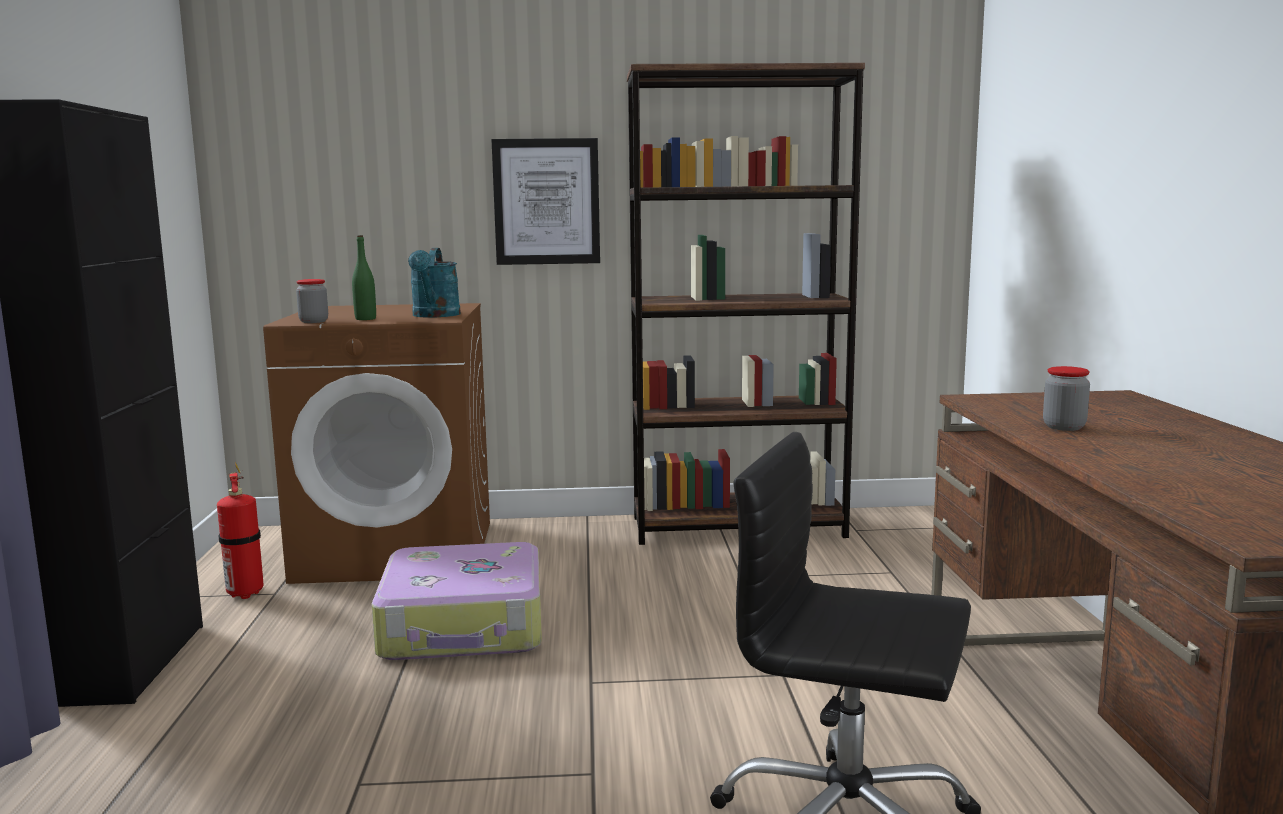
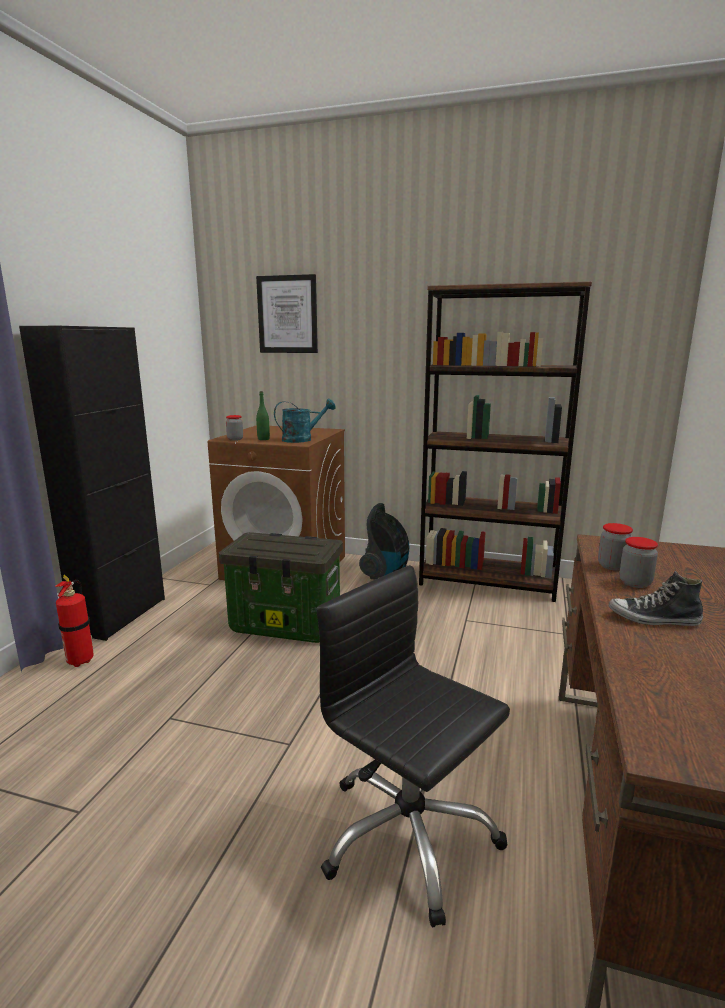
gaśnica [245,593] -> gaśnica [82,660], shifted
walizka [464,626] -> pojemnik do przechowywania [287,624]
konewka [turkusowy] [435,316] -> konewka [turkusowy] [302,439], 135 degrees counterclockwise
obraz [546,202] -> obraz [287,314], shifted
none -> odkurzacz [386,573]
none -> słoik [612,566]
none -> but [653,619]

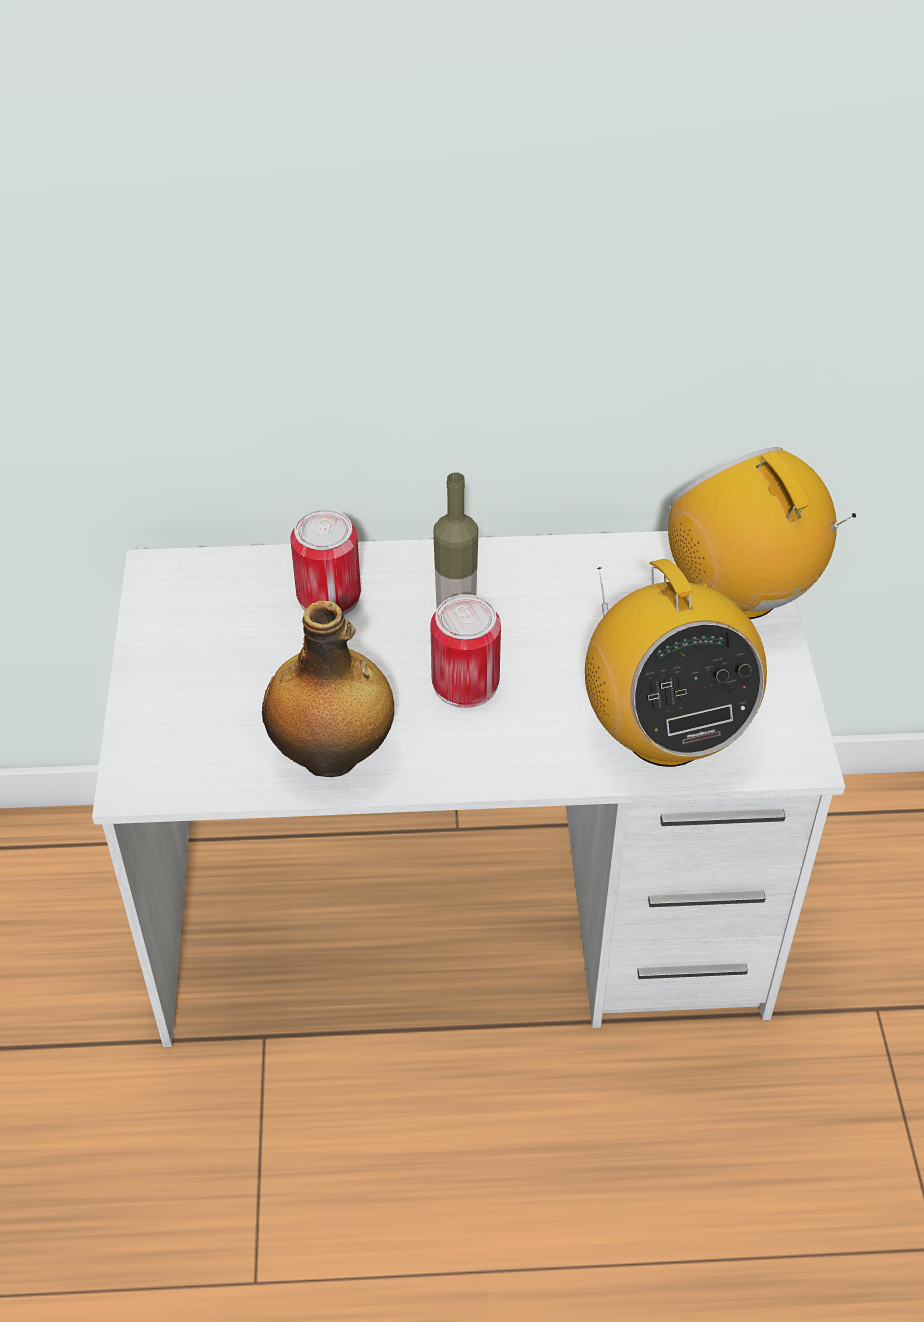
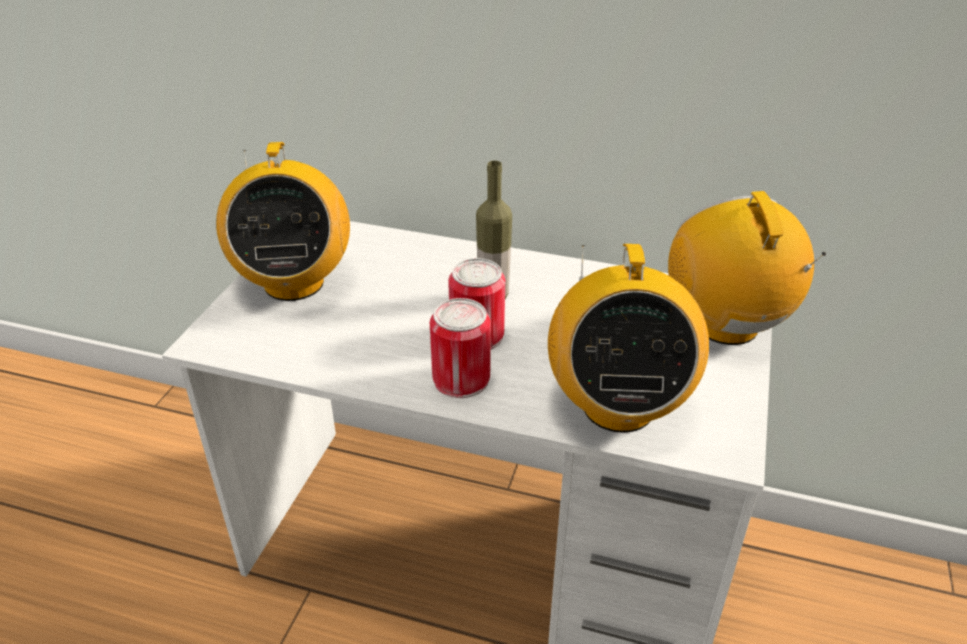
butelka [333,755] -> none
puszka [328,596] -> puszka [461,379], shifted
none -> radio [293,283]

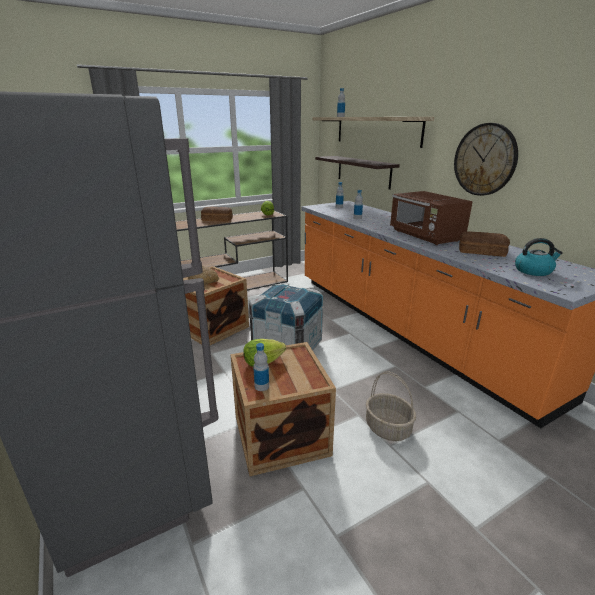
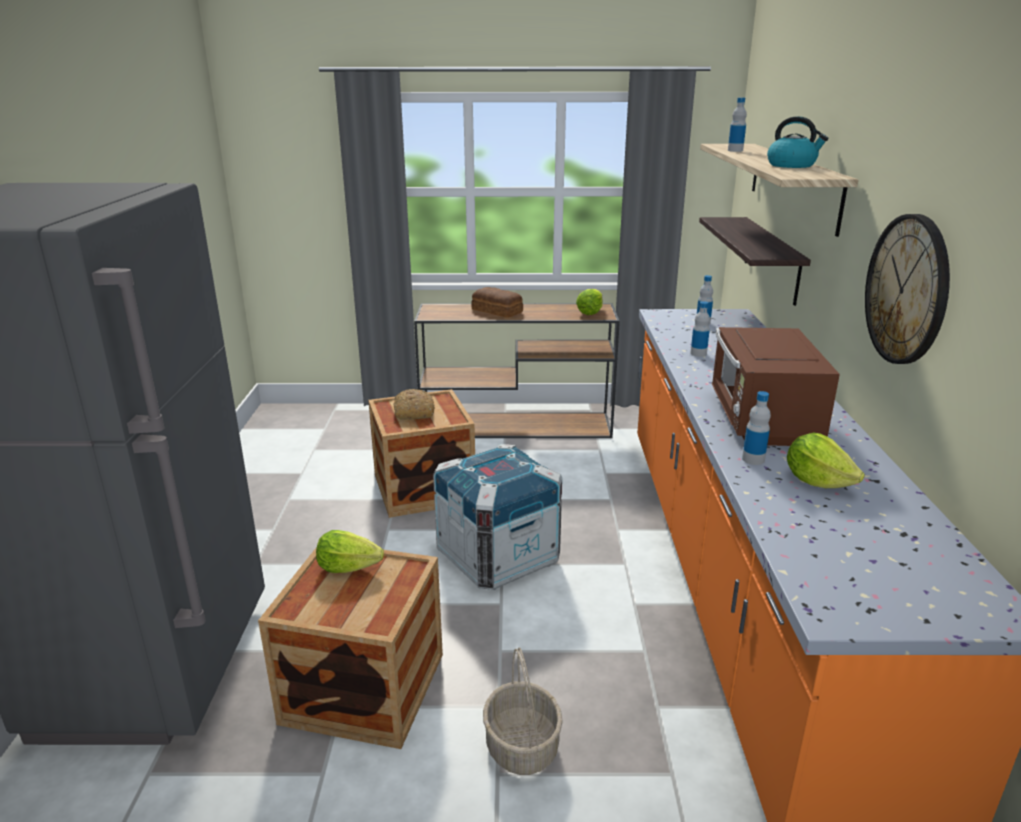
butelka [261,386] -> butelka [753,459], shifted
chleb [481,251] -> sałata [817,481]
czajnik [533,271] -> czajnik [792,165], shifted

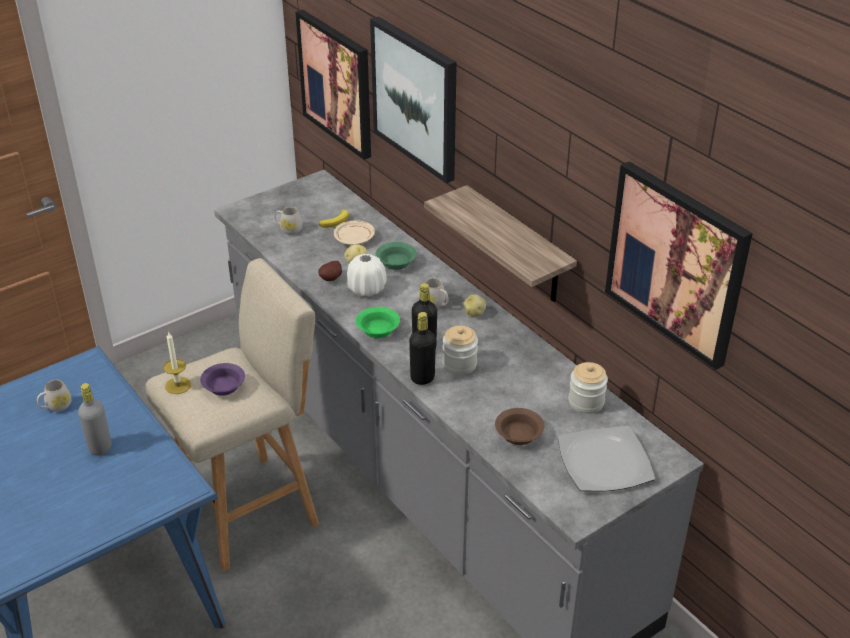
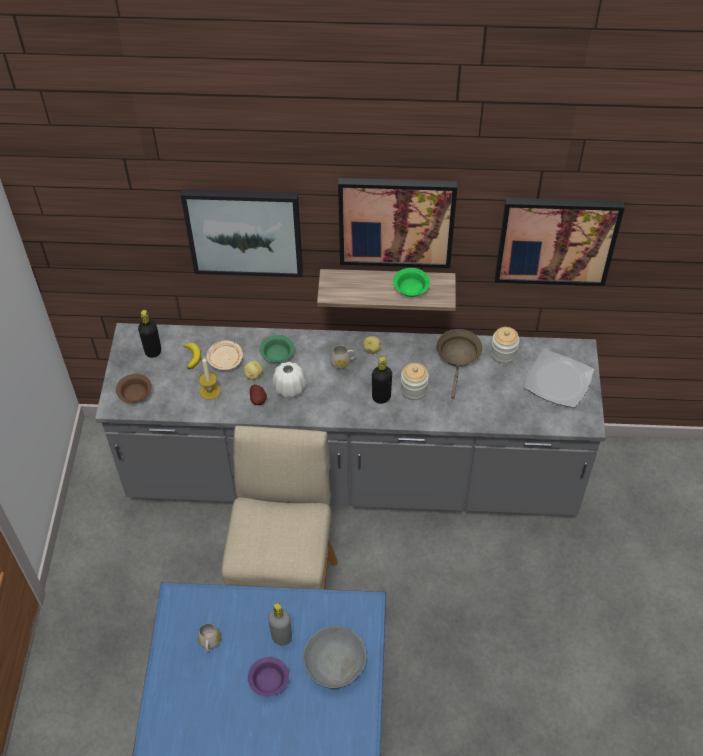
świeca [178,385] -> świeca [210,391], shifted
miska [fioletowy] [223,387] -> miska [fioletowy] [268,681], shifted
kubek [biały] [288,229] -> none
obraz [337,83] -> obraz [396,221], shifted
miska [zielony] [378,329] -> miska [zielony] [410,287], shifted
butelka [czarny] [422,378] -> butelka [czarny] [153,351], shifted
miska [brązowy] [520,435] -> miska [brązowy] [136,393], shifted
none -> miska [szary] [334,664]
none -> patelnia [brązowy] [458,356]

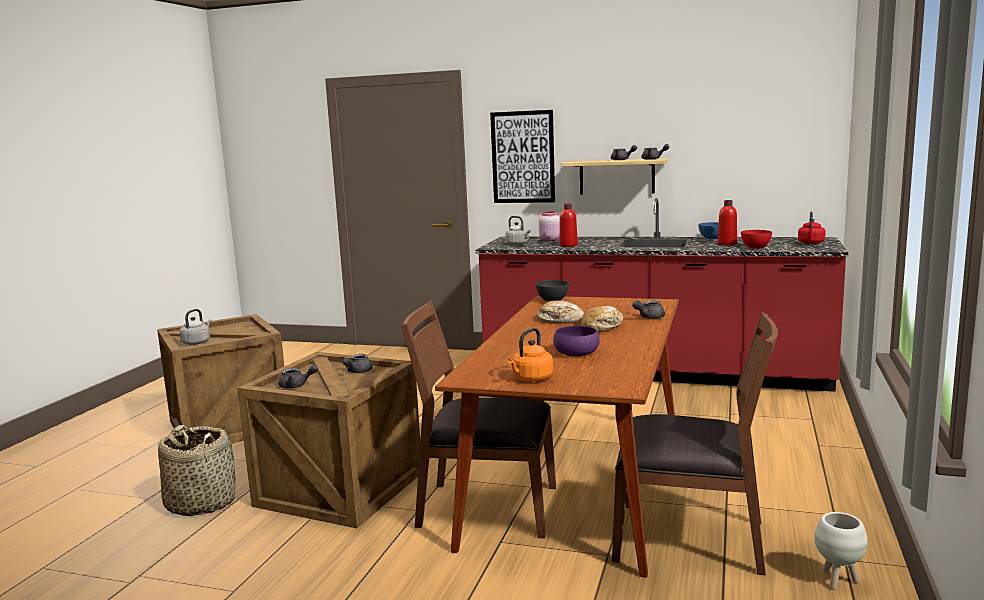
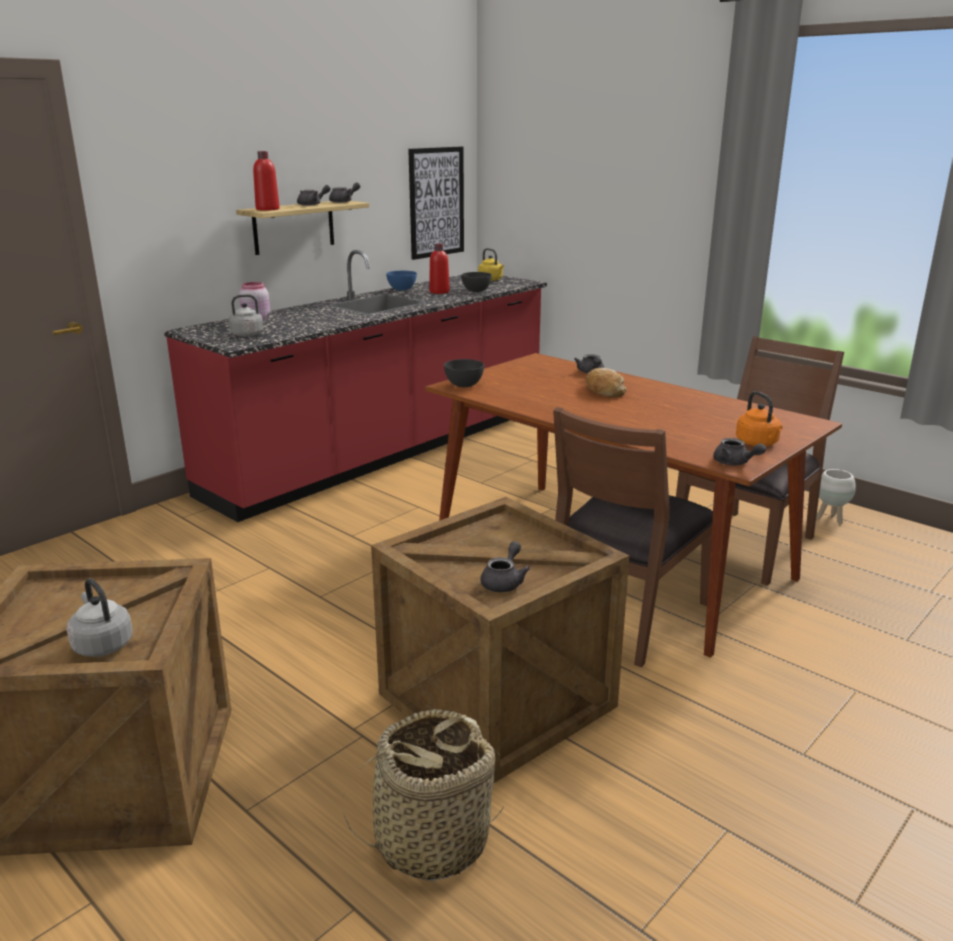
imbryk [szary] [356,372] -> imbryk [szary] [735,463], shifted
obraz [523,157] -> obraz [436,202], shifted
chleb [560,320] -> none
miska [fioletowy] [576,353] -> none
butelka [czerwony] [568,245] -> butelka [czerwony] [267,209], shifted
miska [czerwony] [755,247] -> miska [szary] [476,291]
czajnik [czerwony] [811,243] -> czajnik [żółty] [491,280]

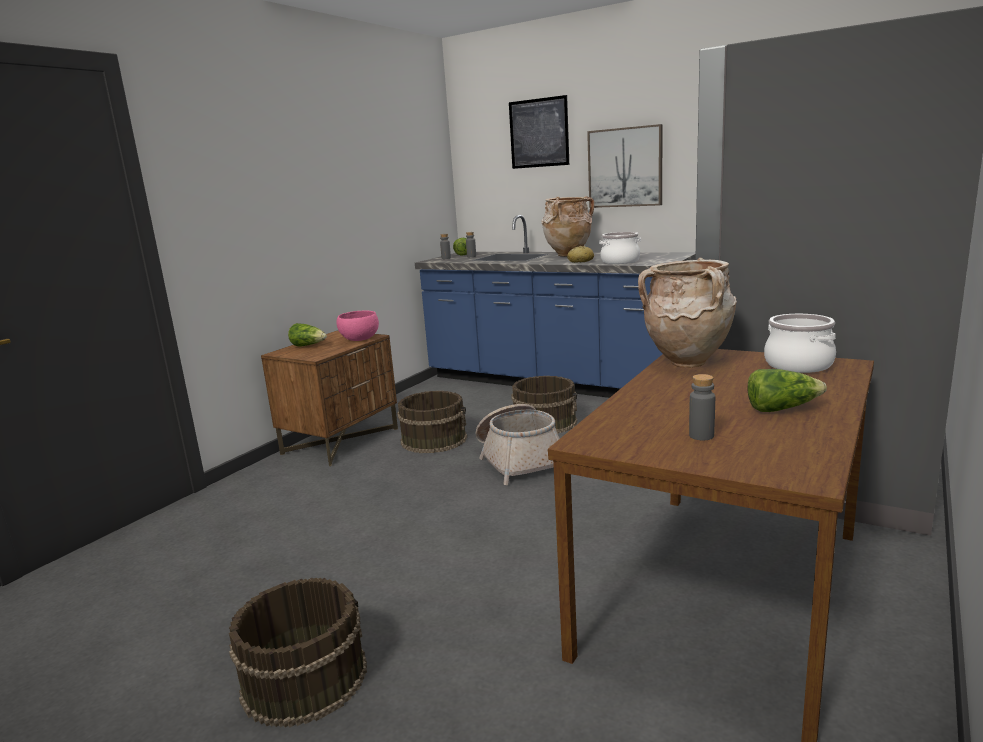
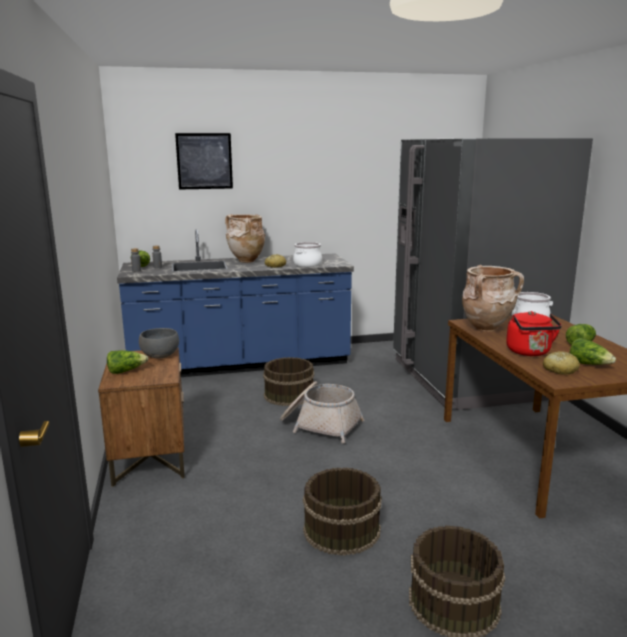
miska [różowy] [359,338] -> miska [szary] [160,355]
wiadro [brązowy] [434,439] -> wiadro [brązowy] [341,529], shifted
obraz [625,167] -> none
butelka [szary] [701,436] -> sałata [589,364]
none -> czajnik [czerwony] [530,352]
none -> chleb [560,370]

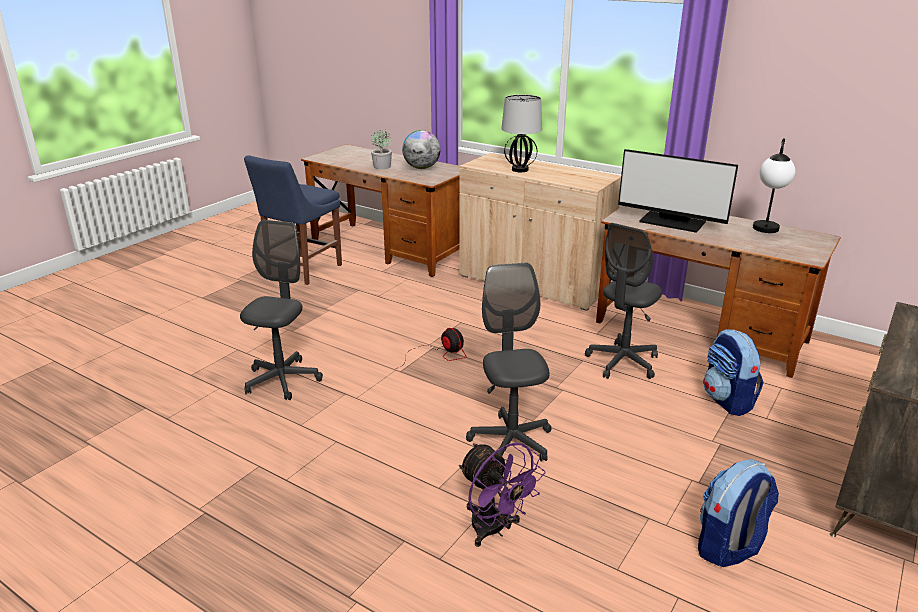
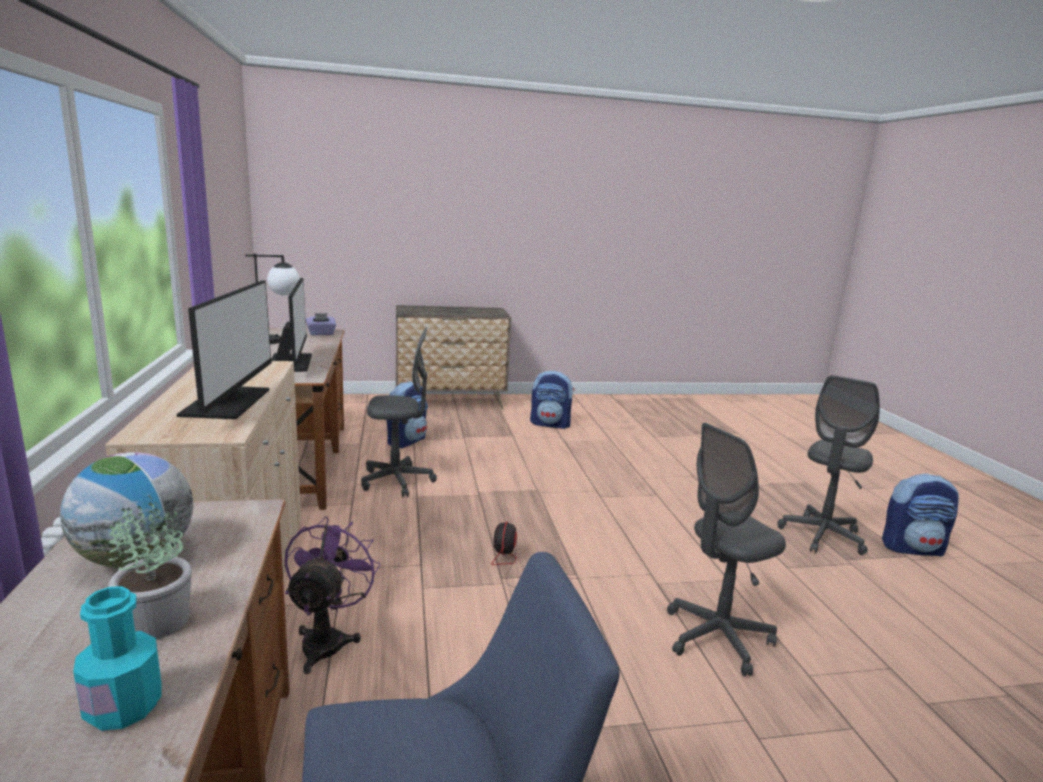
wentylator [fioletowy] [494,530] -> wentylator [fioletowy] [327,639], shifted
krzesło biurowe [szary] [511,442] -> krzesło biurowe [szary] [822,536], shifted
lampa stołowa [520,170] -> monitor [228,402]
none -> butelka [turkusowy] [124,707]
none -> pudełko chusteczek [fioletowy] [321,333]
none -> plecak [912,548]

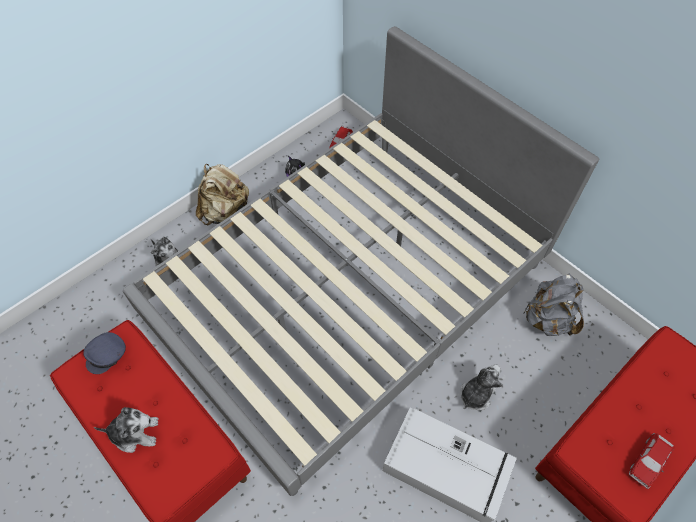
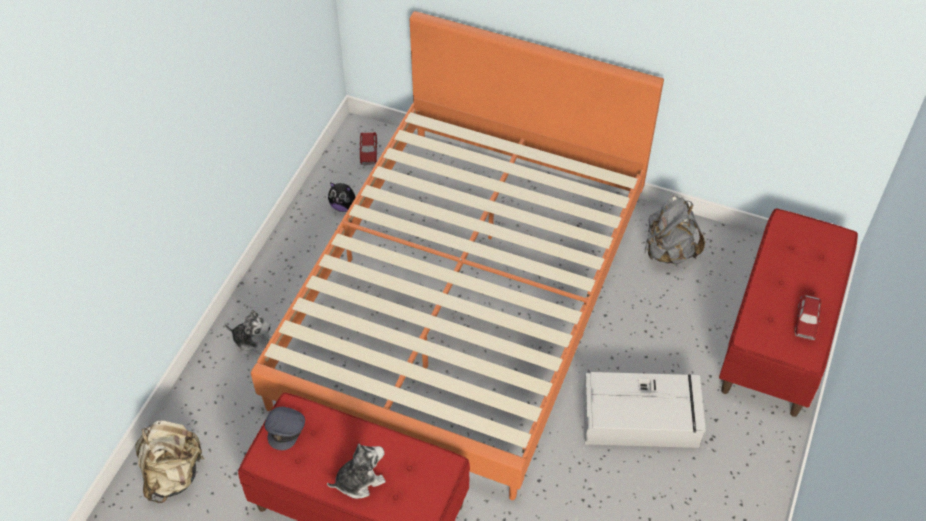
łóżko [szary] [349,292] -> łóżko [pomarańczowy] [464,299]
plecak [beżowy] [225,211] -> plecak [beżowy] [173,474], shifted
pluszak [476,394] -> none

